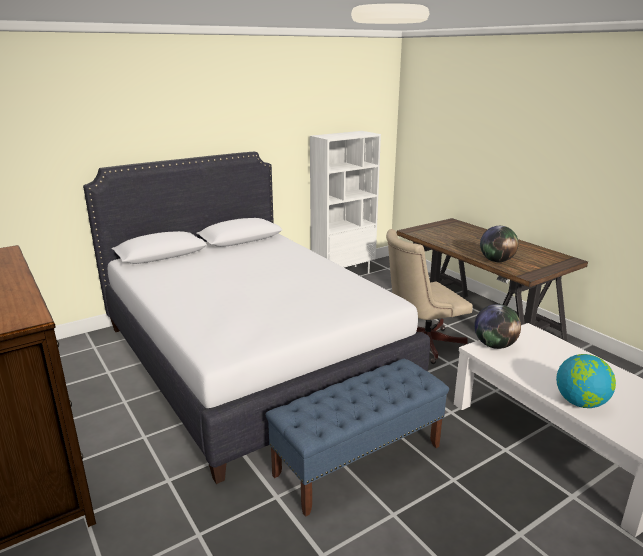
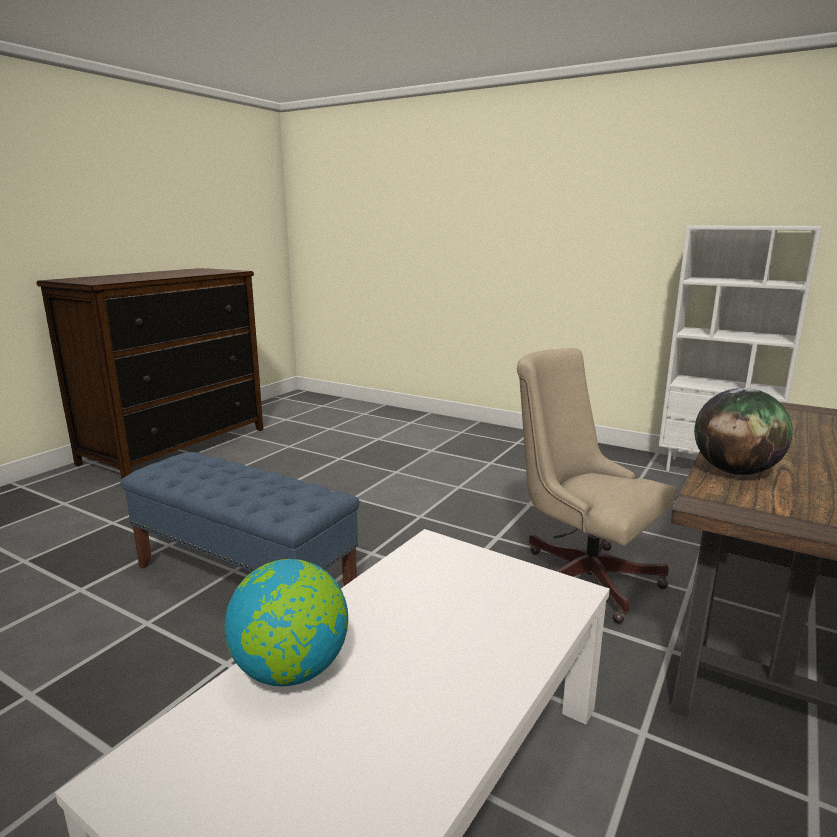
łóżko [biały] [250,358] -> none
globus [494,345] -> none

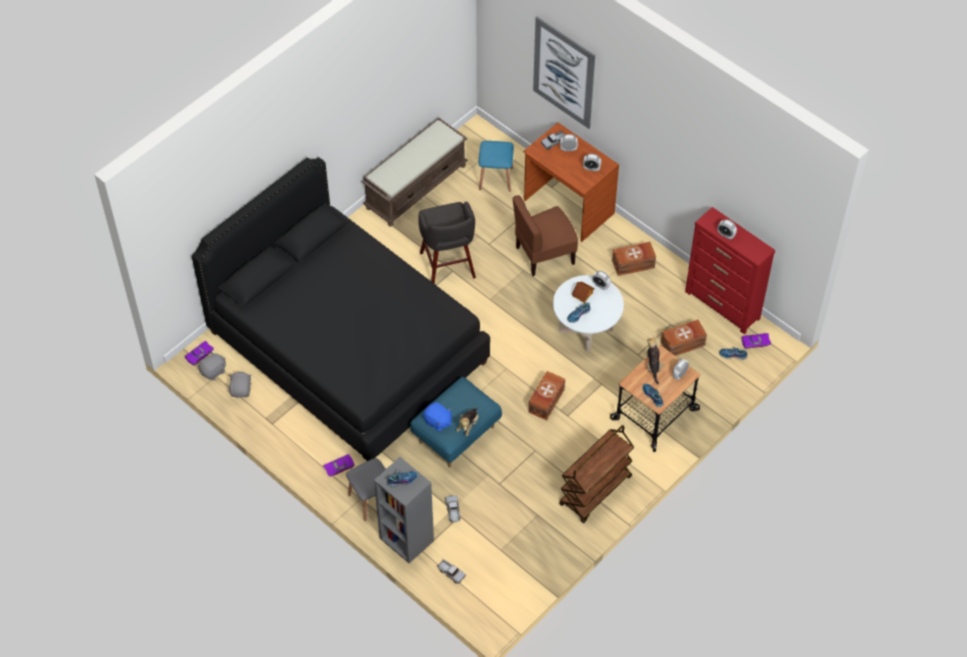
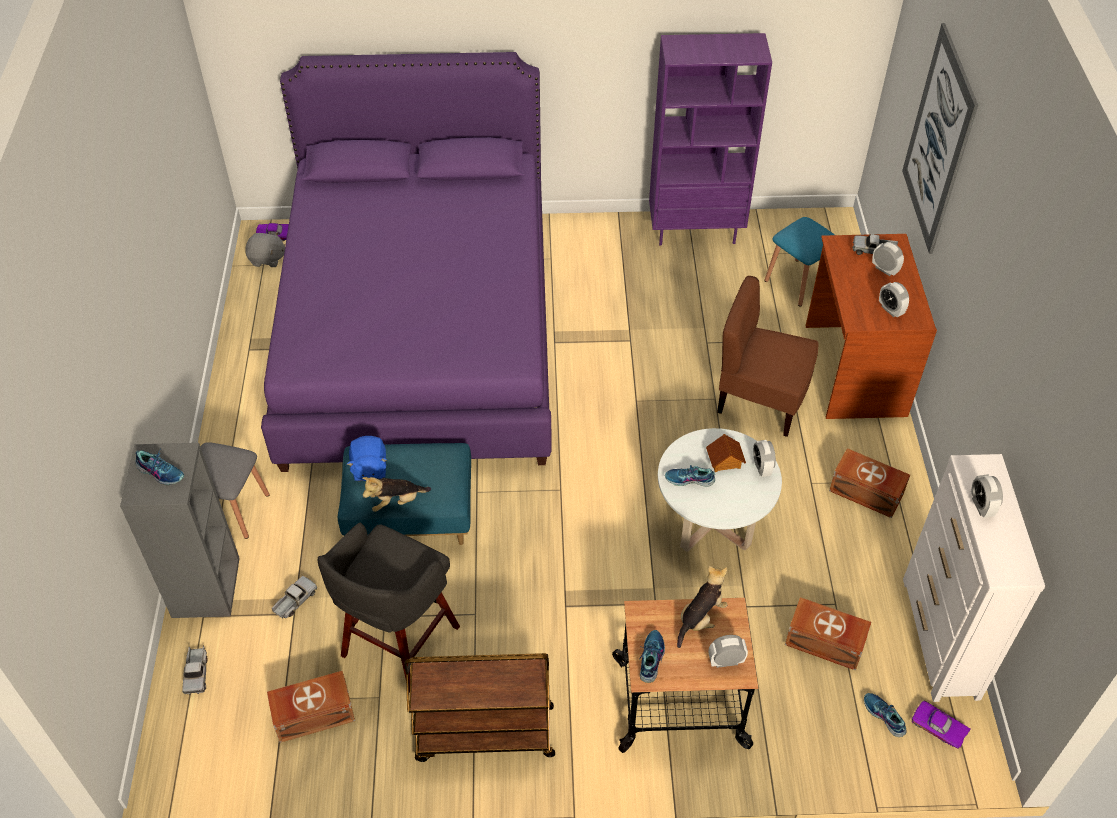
łóżko [czarny] [347,347] -> łóżko [fioletowy] [420,334]
pluszak [szary] [241,390] -> none
samochodzik [fioletowy] [339,466] -> none
ławka [brązowy] [416,186] -> regał [fioletowy] [696,231]
stołek [szary] [448,267] -> stołek [szary] [398,644], shifted
pojemnik do przechowywania [brązowy] [545,401] -> pojemnik do przechowywania [brązowy] [312,714], shifted
komoda [czerwony] [722,305] -> komoda [biały] [940,638]

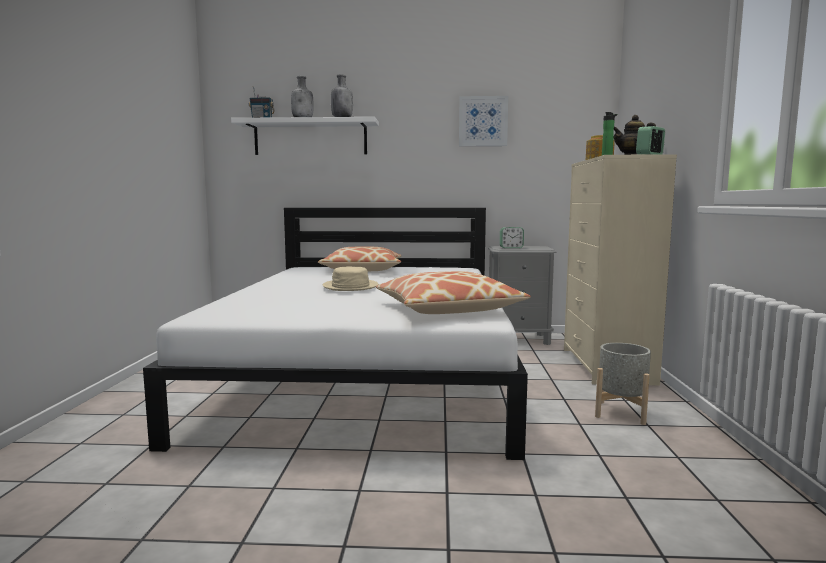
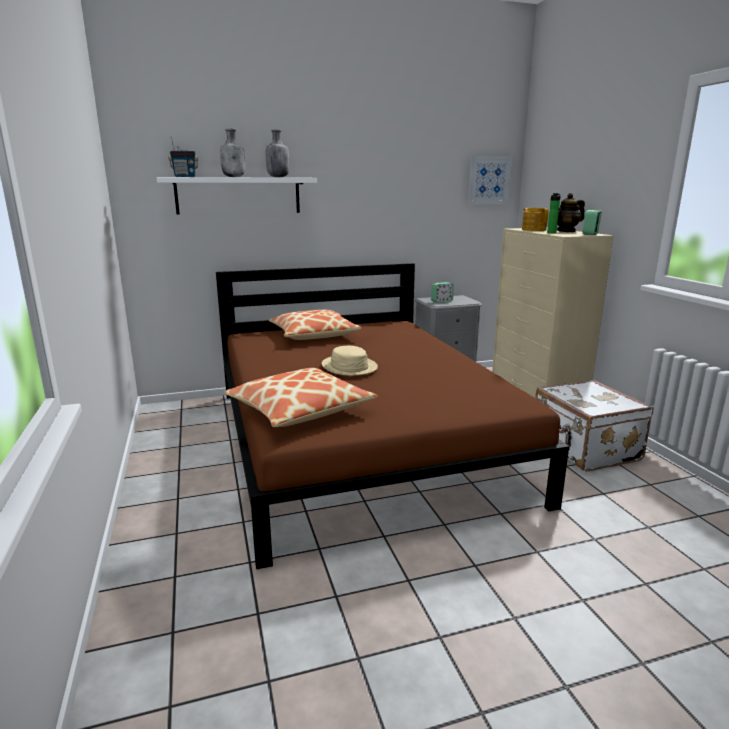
łóżko [biały] [369,373] -> łóżko [brązowy] [359,440]
poduszka [447,309] -> poduszka [300,410], shifted
obraz [483,121] -> obraz [489,180], shifted
donica [szary] [621,412] -> walizka [biały] [584,449]

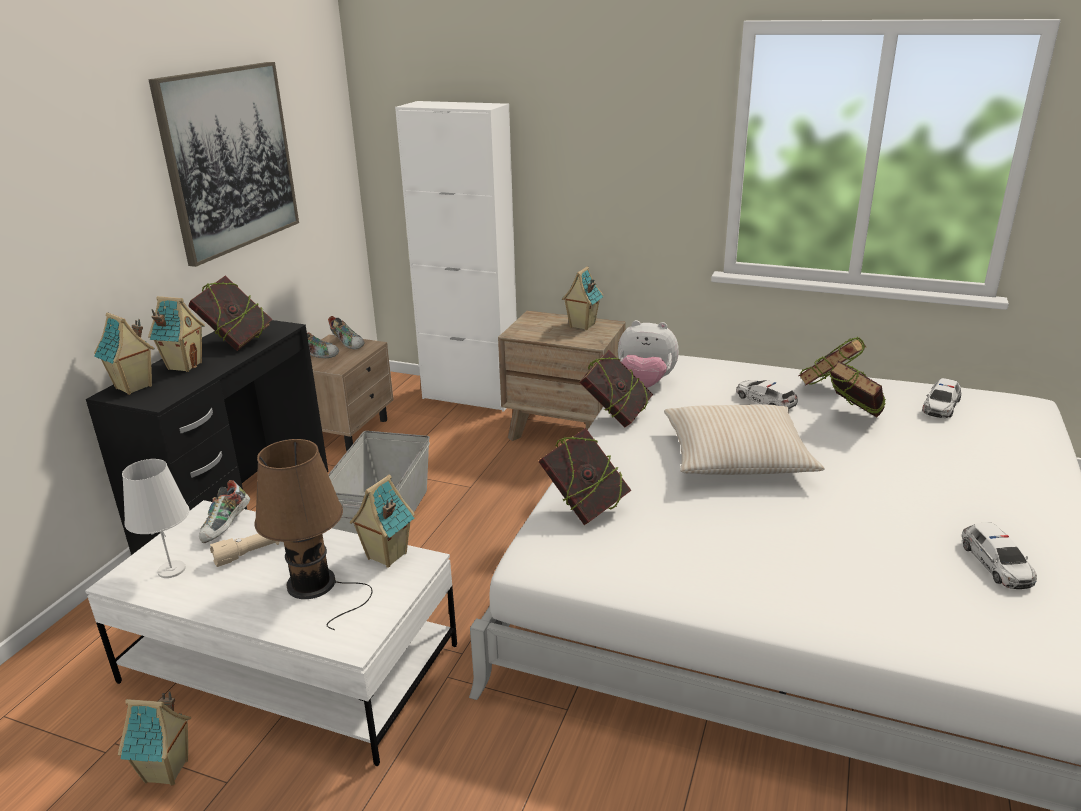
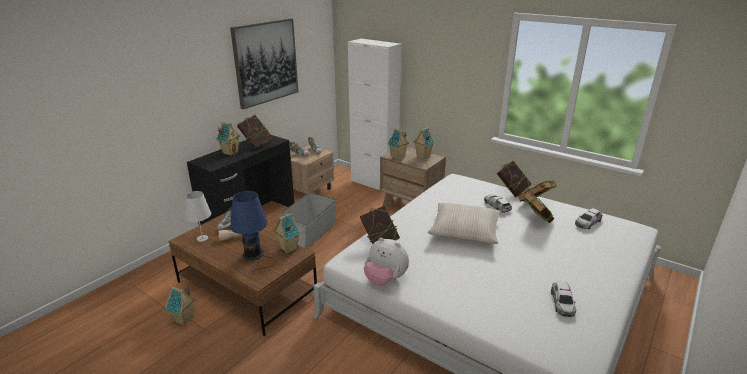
ława [biały] [291,663] -> ława [brązowy] [246,288]
domek [134,387] -> domek [397,157], shifted
lampa stołowa [brązowy] [316,586] -> lampa stołowa [niebieski] [254,255]
książka [615,416] -> książka [512,192], shifted
pluszak [645,384] -> pluszak [385,280], shifted

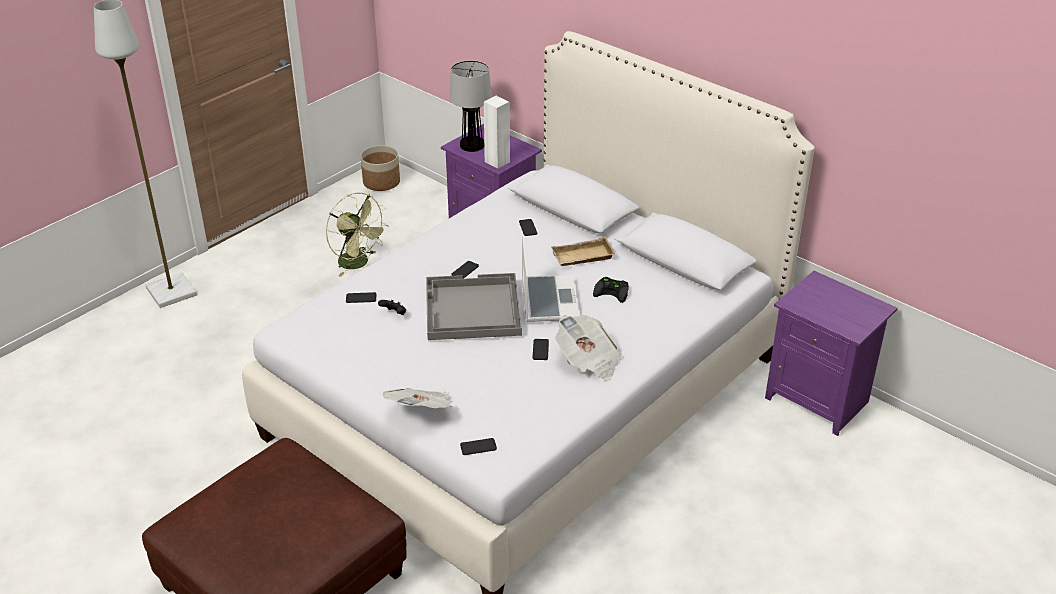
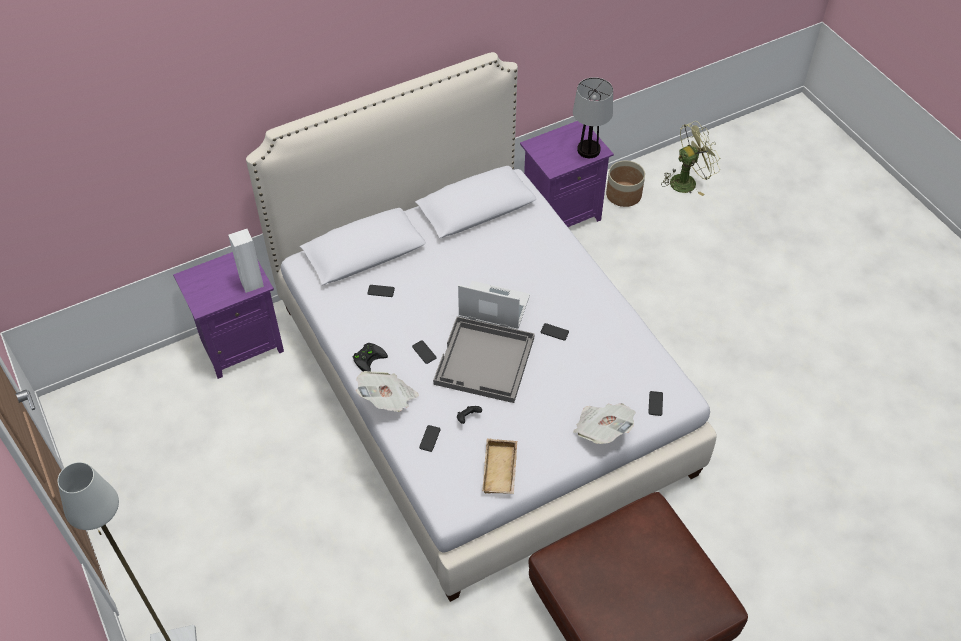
wentylator [zielony] [358,263] -> wentylator [zielony] [687,181], shifted
donica [381,182] -> donica [623,194], shifted
lampa stołowa [472,145] -> lampa stołowa [589,150], shifted
taca [beżowy] [582,257] -> taca [beżowy] [501,470], shifted
gazeta [588,361] -> gazeta [388,399], shifted
pad do gier [czarny] [613,291] -> pad do gier [czarny] [369,357], shifted

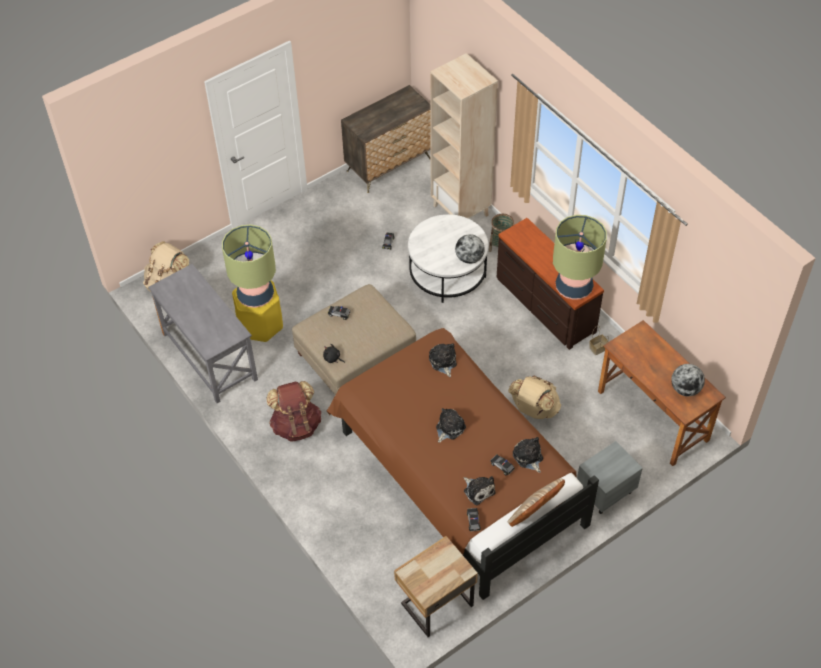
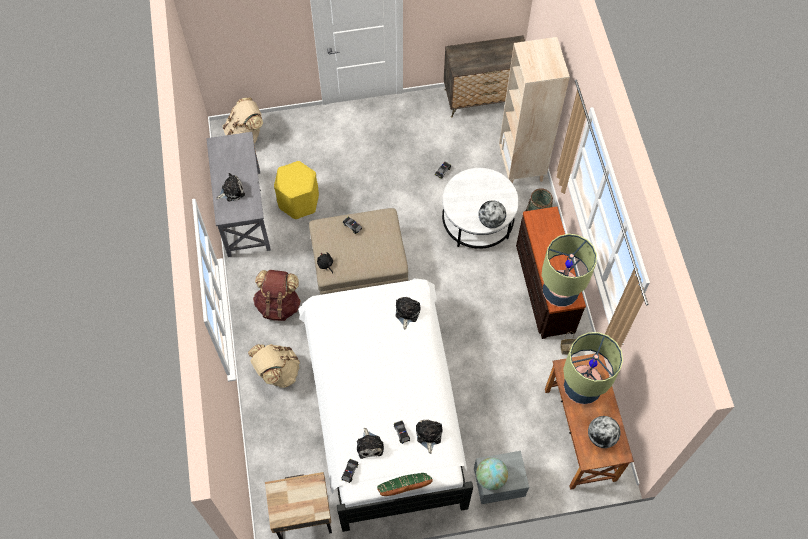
lampa stołowa [256,295] -> lampa stołowa [582,387], shifted
łóżko [brązowy] [457,470] -> łóżko [biały] [385,406]
pluszak [449,428] -> pluszak [231,191], shifted
plecak [beżowy] [534,409] -> plecak [beżowy] [277,372], shifted
poduszka [beżowy] [534,515] -> poduszka [zielony] [404,490]
none -> globus [490,478]

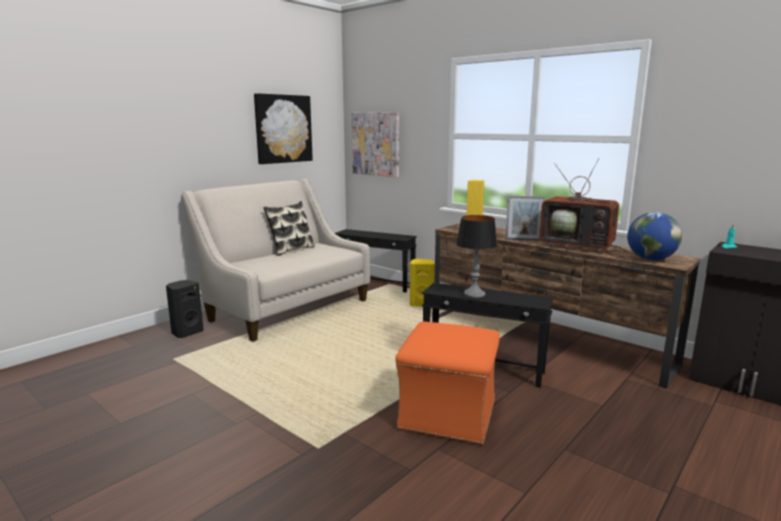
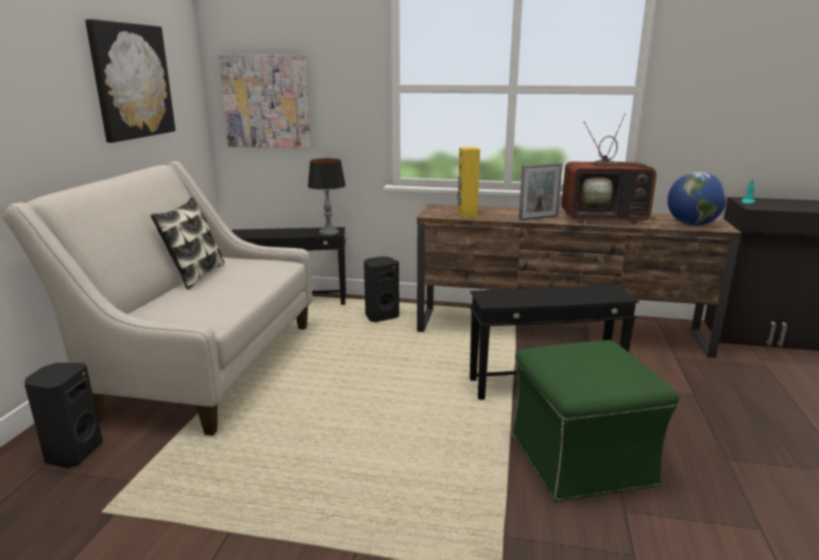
pufa [pomarańczowy] [447,415] -> pufa [zielony] [581,460]
głośnik [żółty] [421,304] -> głośnik [czarny] [381,316]
lampa stołowa [474,294] -> lampa stołowa [328,233], shifted

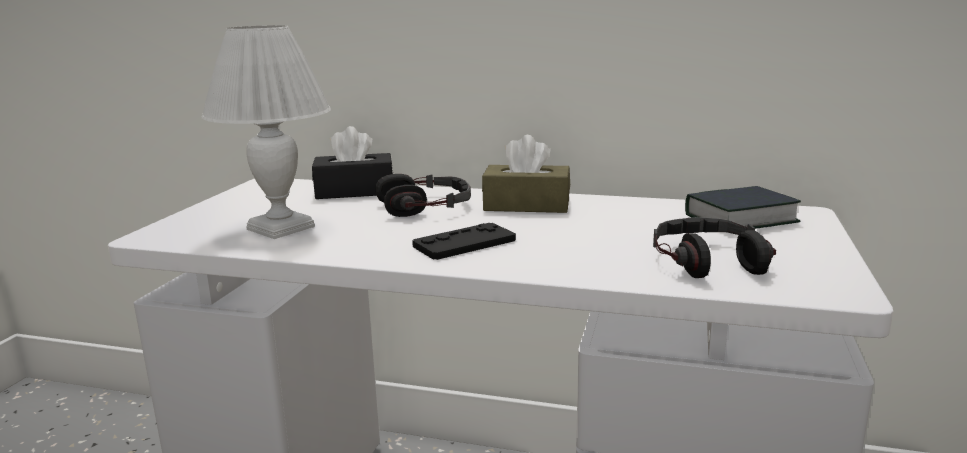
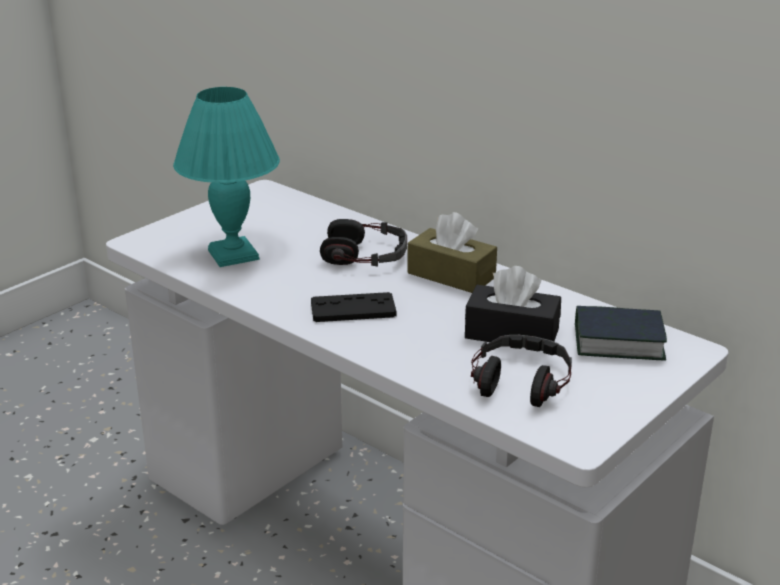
lampa stołowa [biały] [282,228] -> lampa stołowa [turkusowy] [234,255]
pudełko chusteczek [czarny] [355,191] -> pudełko chusteczek [czarny] [511,334], shifted

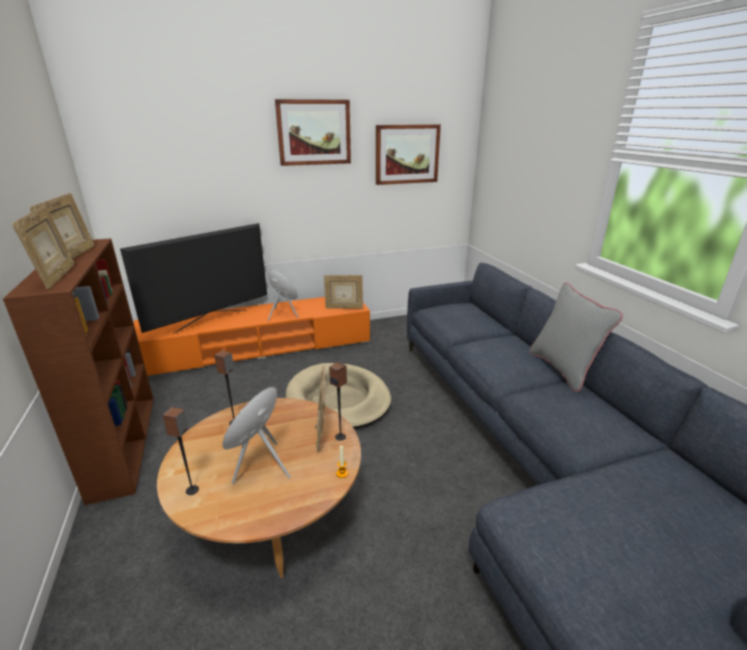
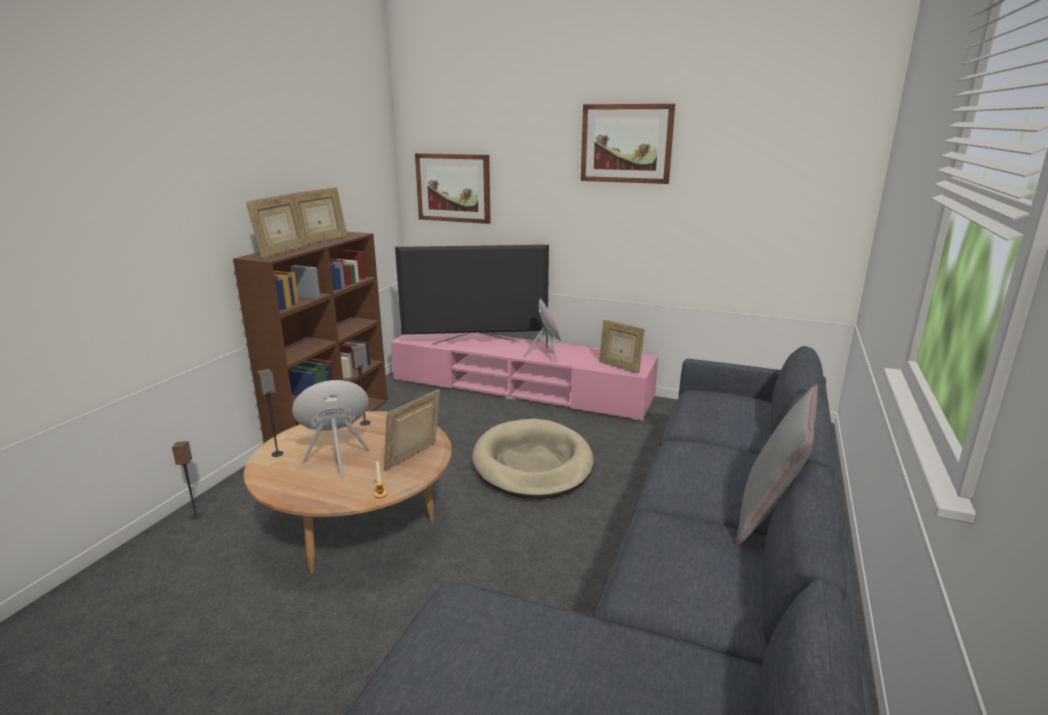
szafka pod telewizor [pomarańczowy] [259,348] -> szafka pod telewizor [różowy] [520,389]
głośnik [340,436] -> głośnik [196,516], shifted
obraz [407,154] -> obraz [453,188], shifted

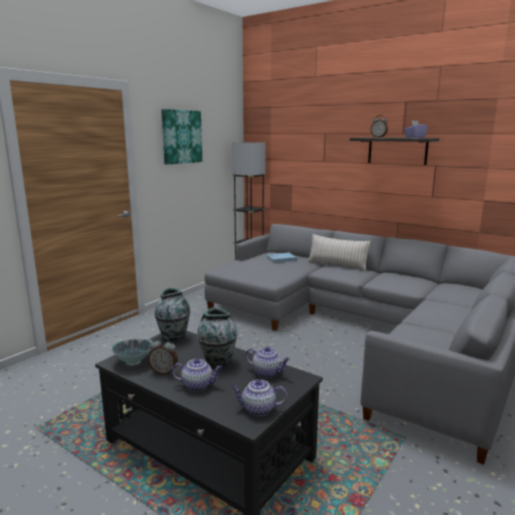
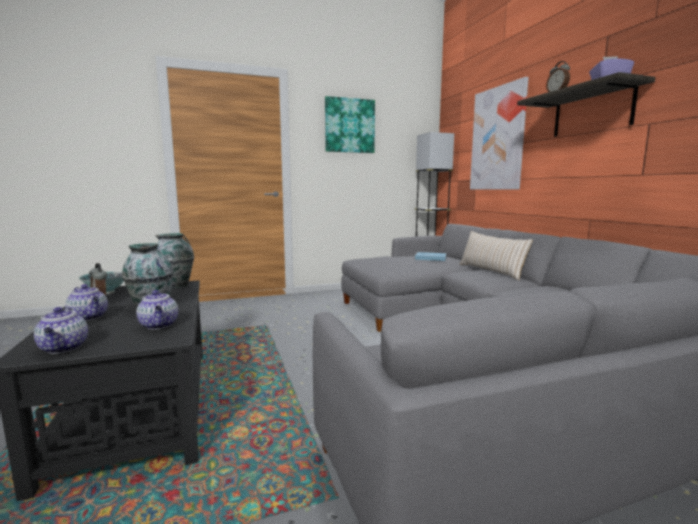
imbryk [258,409] -> imbryk [64,348], 150 degrees counterclockwise
none -> obraz [498,139]

